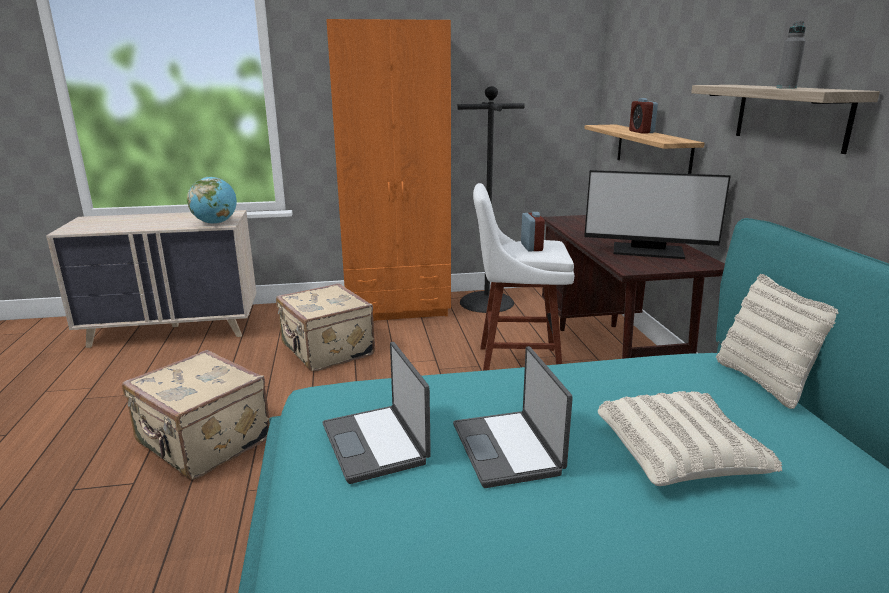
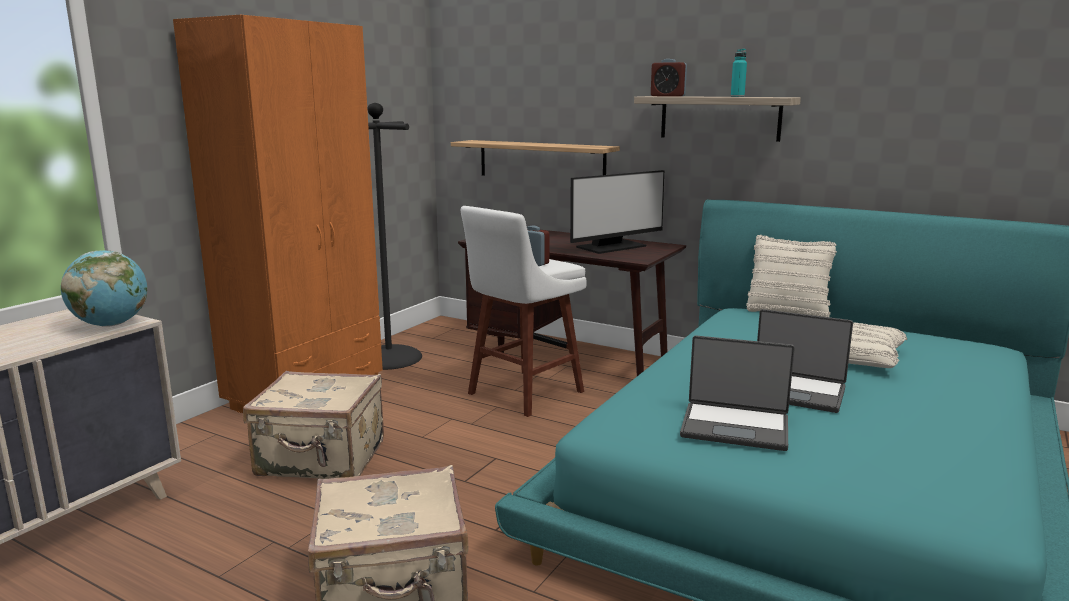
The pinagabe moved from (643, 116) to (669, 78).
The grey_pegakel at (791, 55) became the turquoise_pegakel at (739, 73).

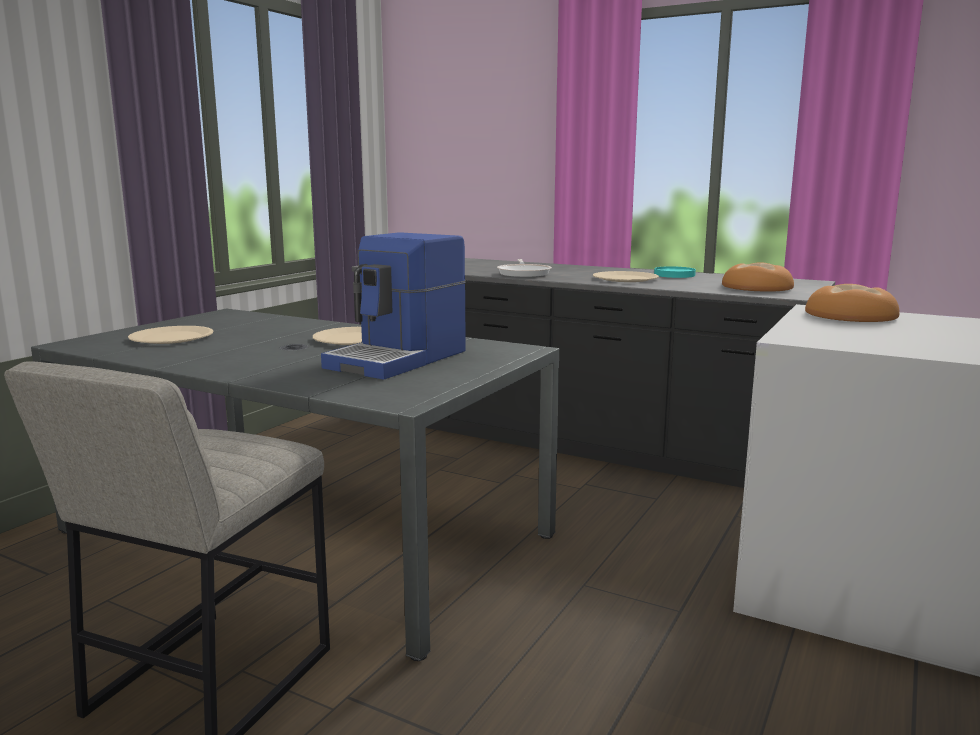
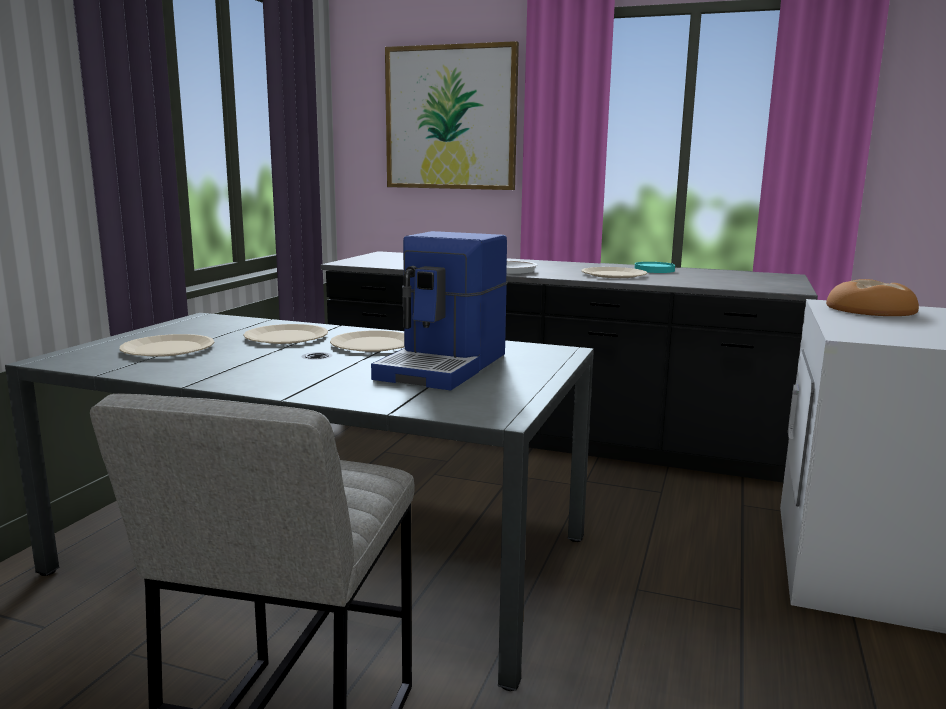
The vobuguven at (758, 277) disappeared.
The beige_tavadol at (286, 334) appeared.
The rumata at (452, 115) appeared.

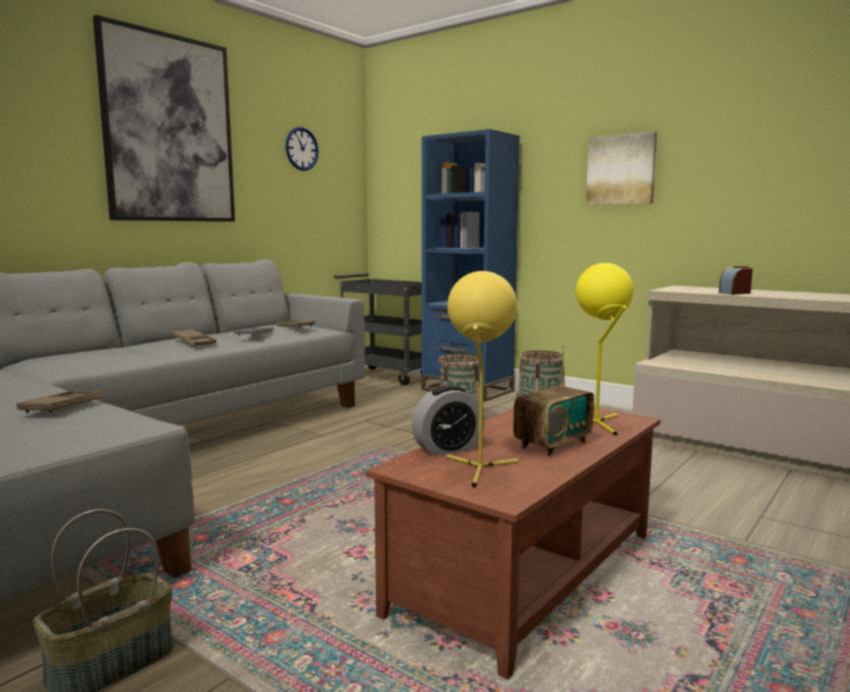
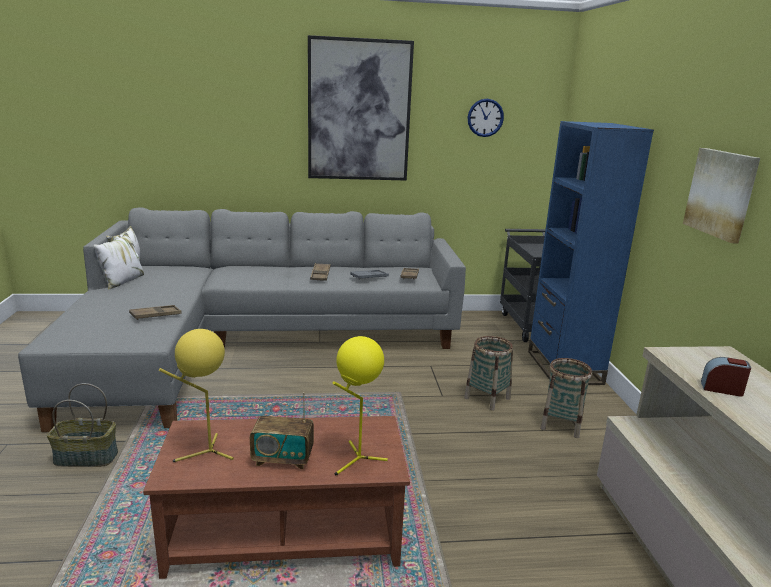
The pinagabe at (448, 420) disappeared.

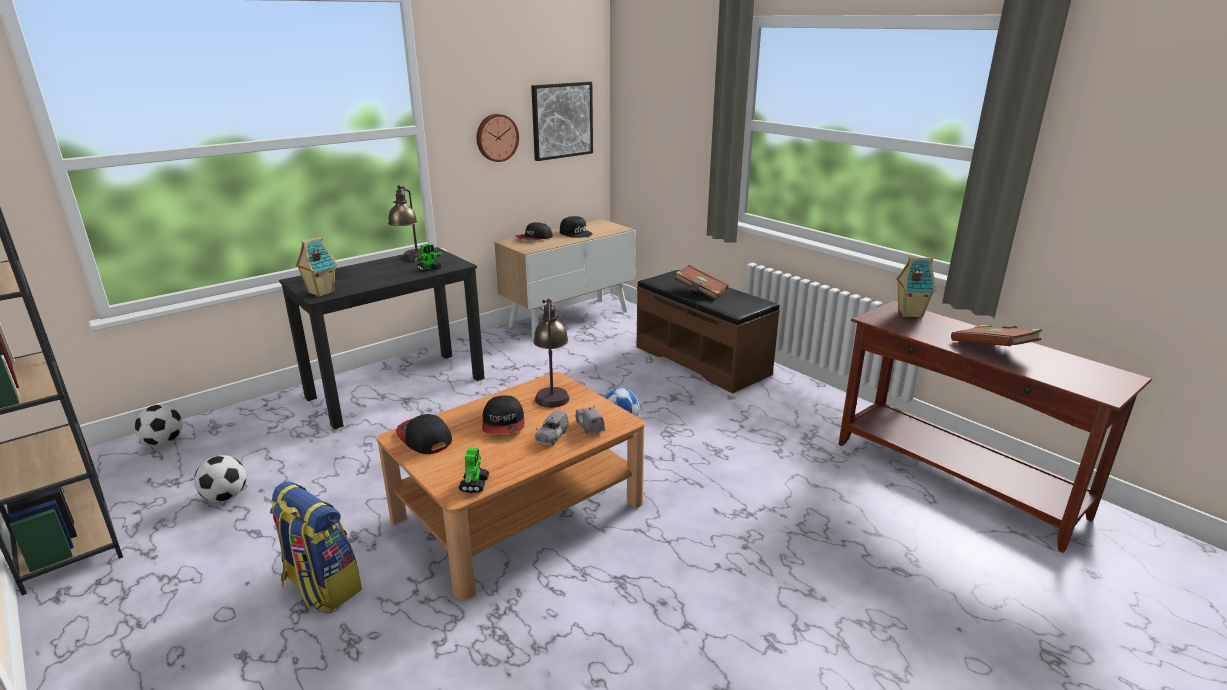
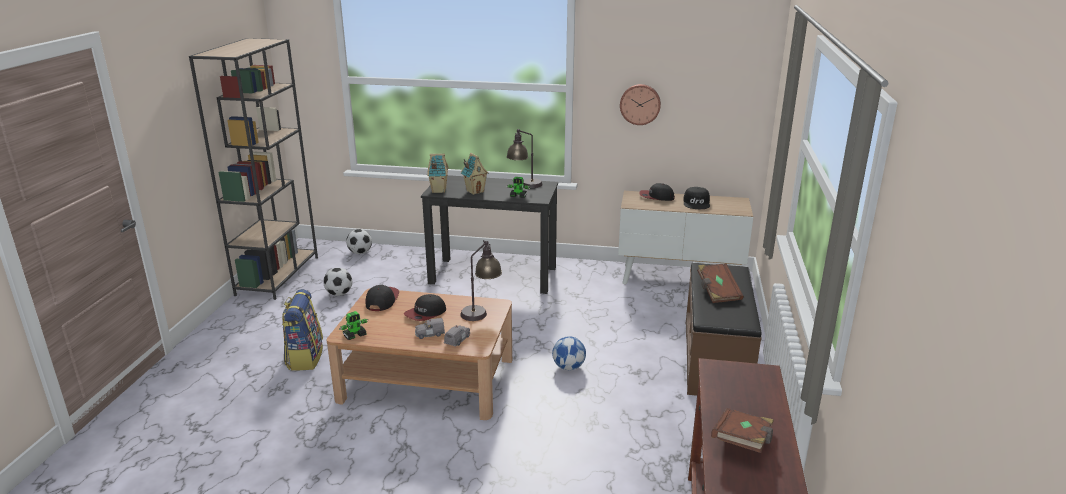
The rumata at (562, 121) disappeared.
The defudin moved from (916, 287) to (475, 174).

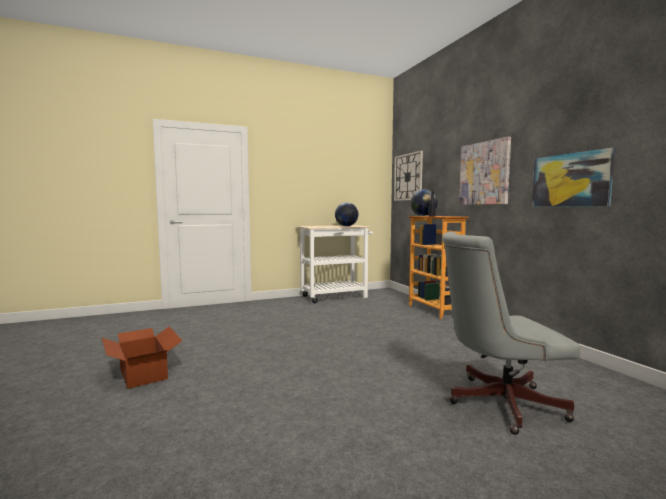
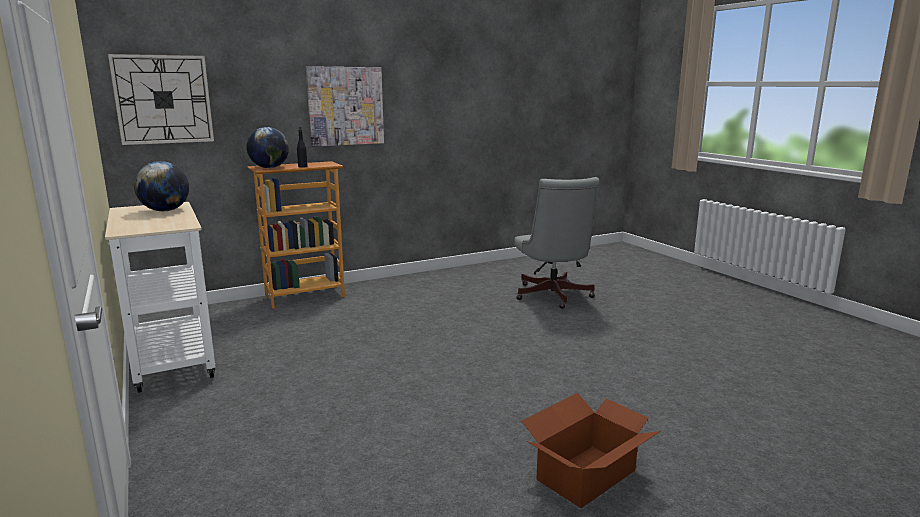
The rumata at (573, 177) disappeared.

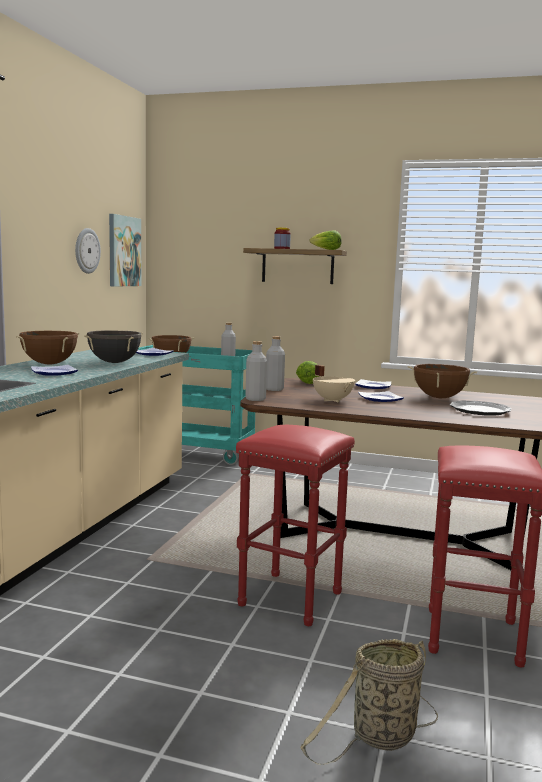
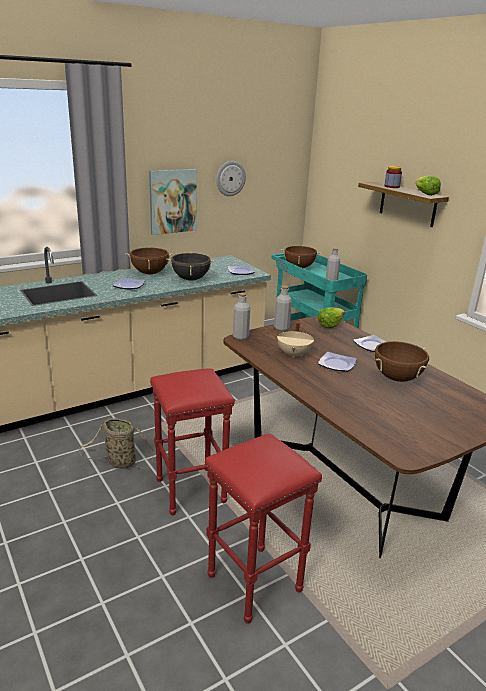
The rumata moved from (125, 250) to (173, 202).
The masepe moved from (369, 702) to (116, 443).
The tavadol at (481, 408) disappeared.

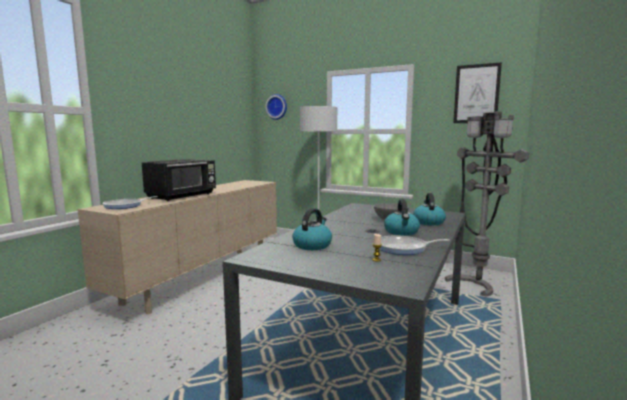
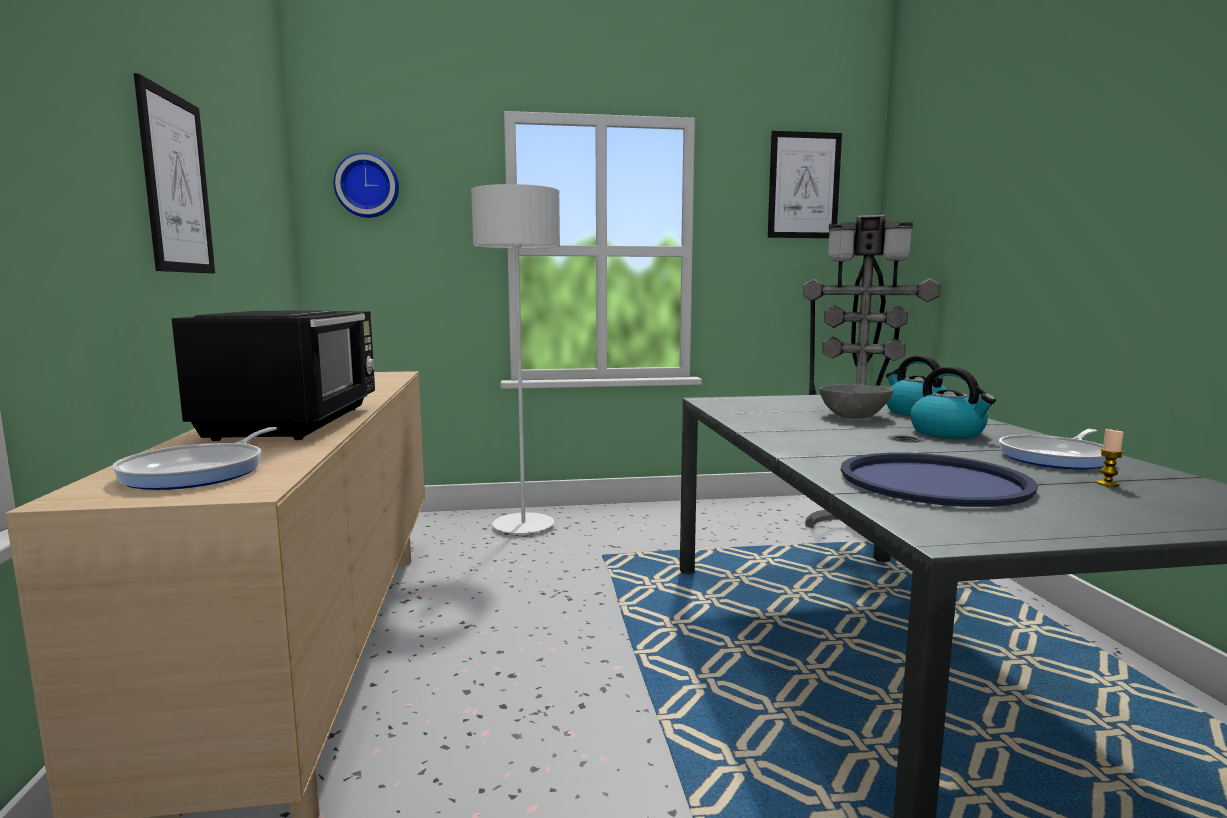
The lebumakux at (312, 229) was replaced by the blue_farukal at (939, 480).
The rumata at (174, 173) appeared.

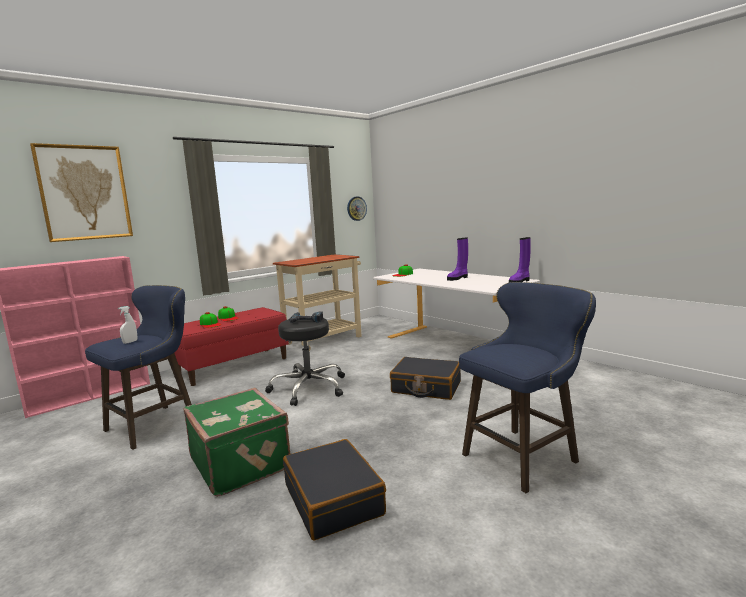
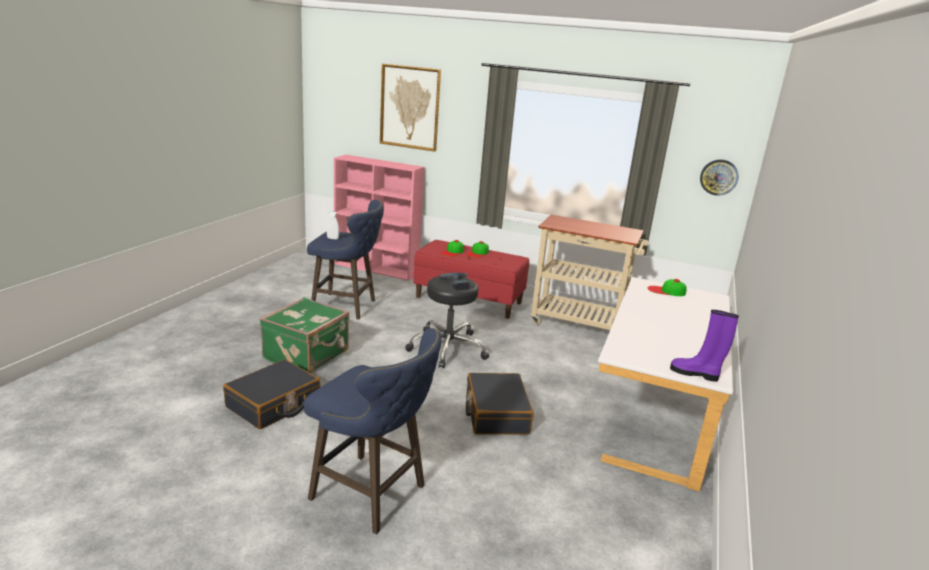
The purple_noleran at (457, 259) disappeared.

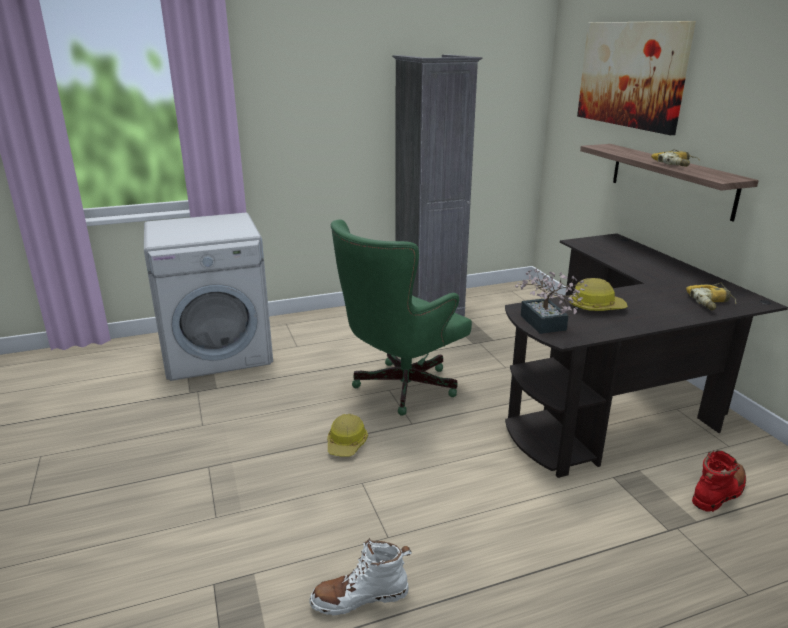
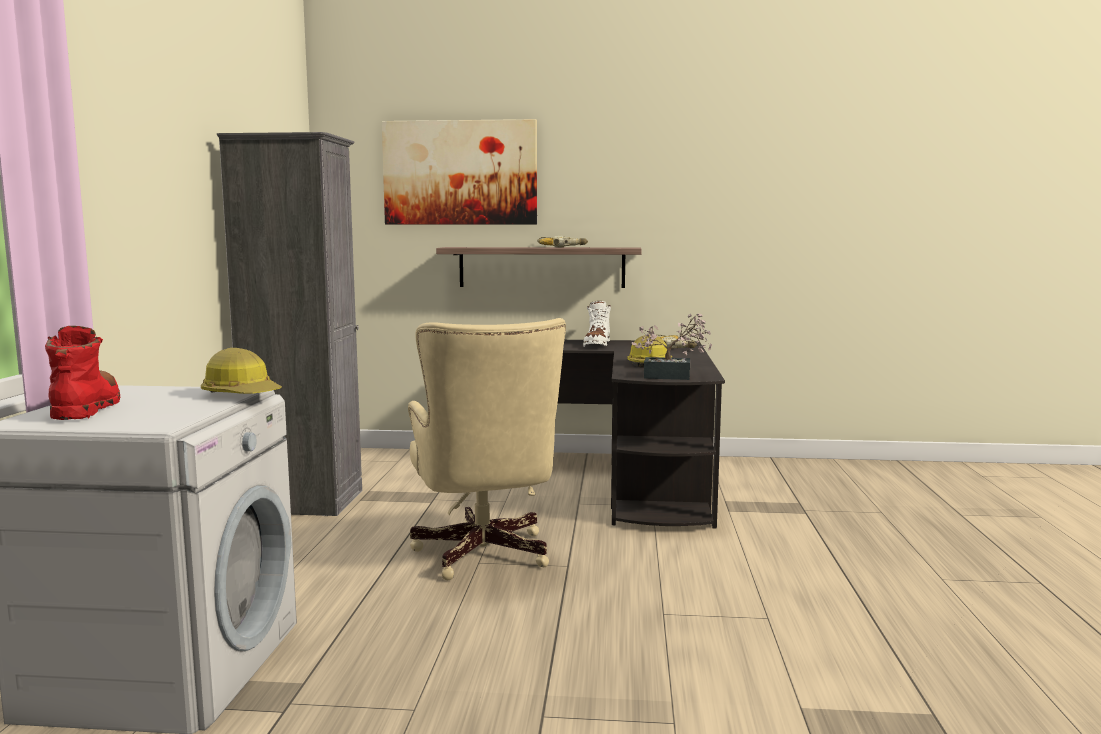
The white_noleran moved from (360, 577) to (597, 324).
The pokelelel moved from (347, 435) to (241, 371).
The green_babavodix at (401, 317) became the beige_babavodix at (487, 449).
The red_noleran moved from (719, 481) to (83, 373).

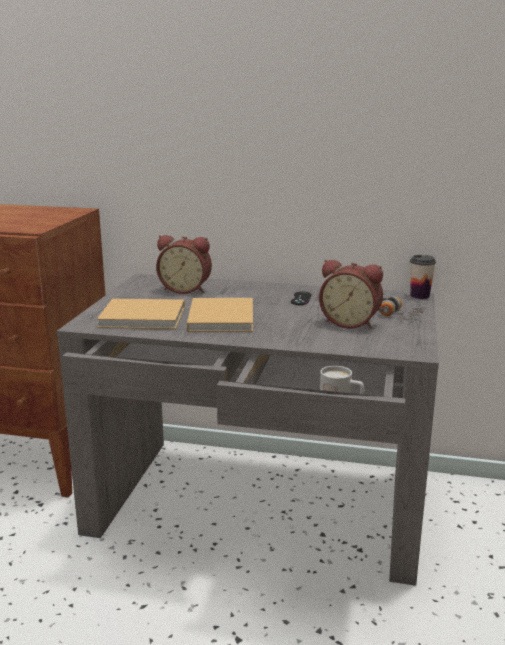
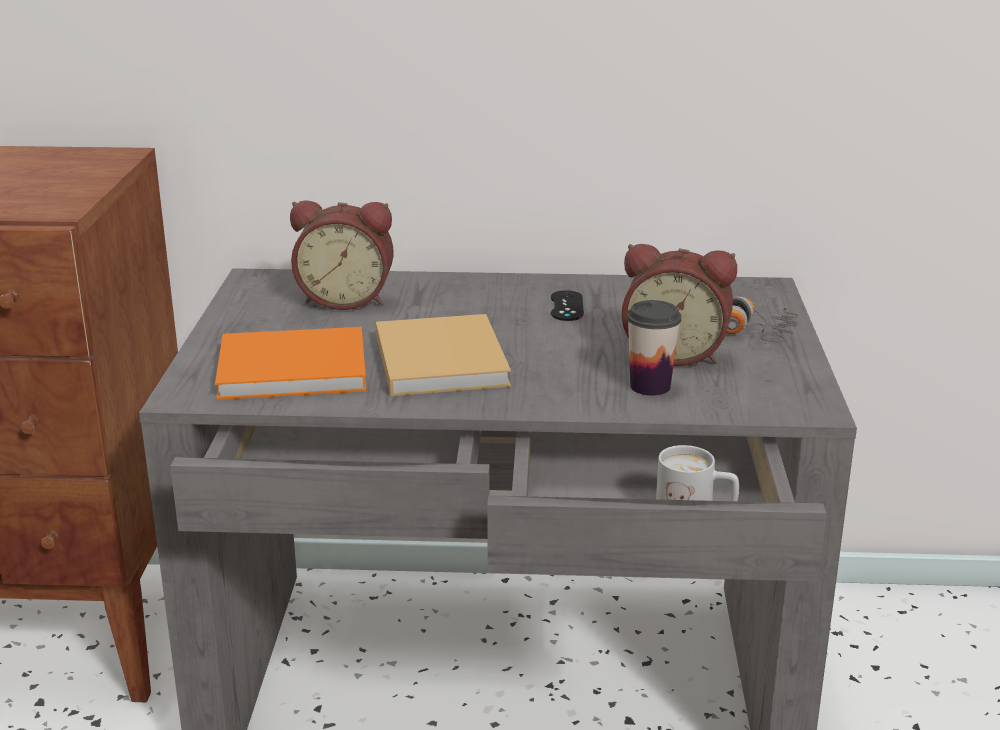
The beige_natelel at (141, 314) became the orange_natelel at (290, 363).
The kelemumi moved from (423, 277) to (654, 348).

